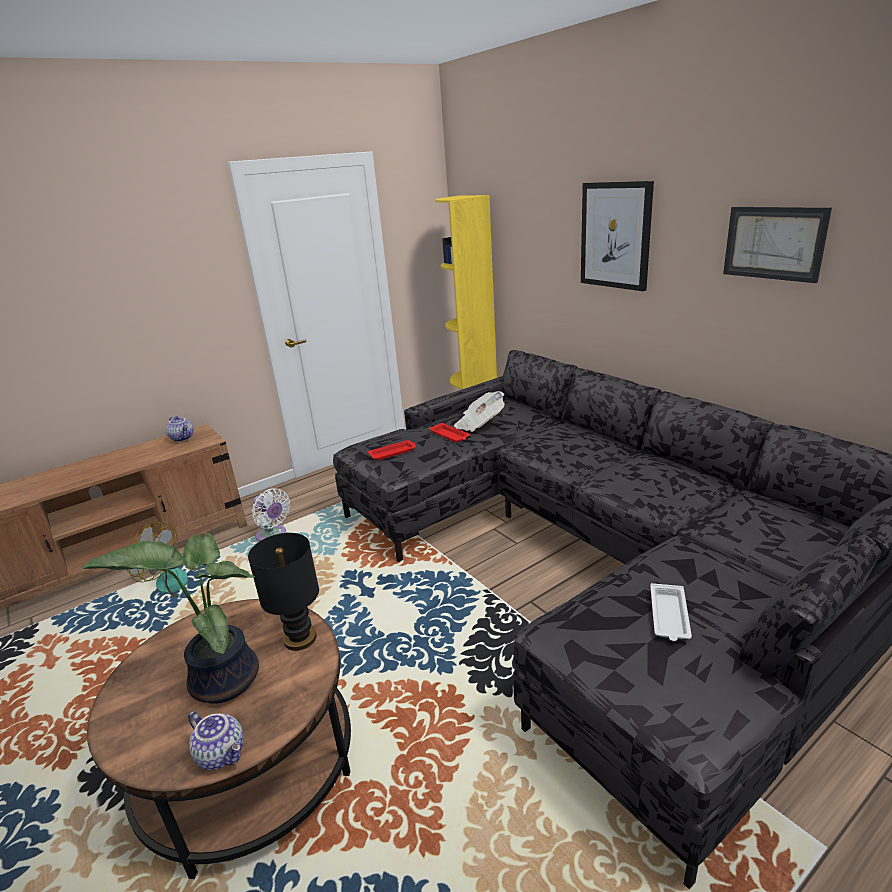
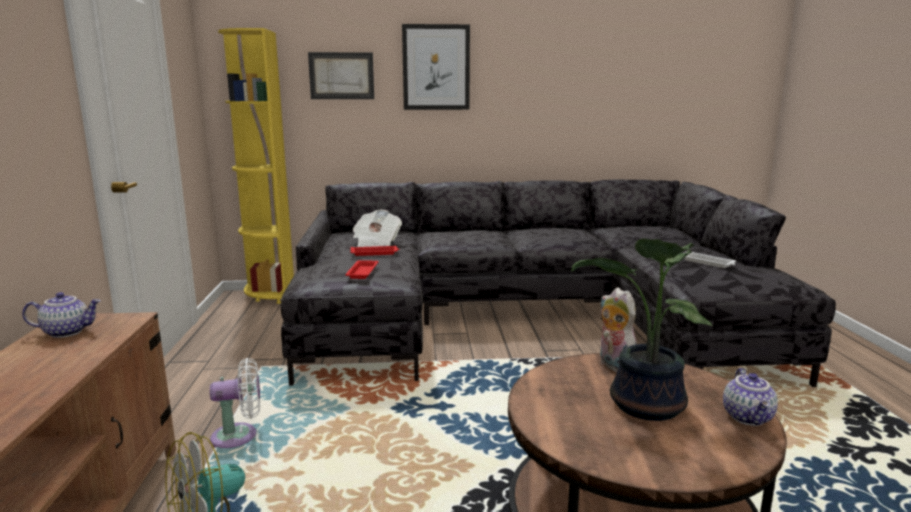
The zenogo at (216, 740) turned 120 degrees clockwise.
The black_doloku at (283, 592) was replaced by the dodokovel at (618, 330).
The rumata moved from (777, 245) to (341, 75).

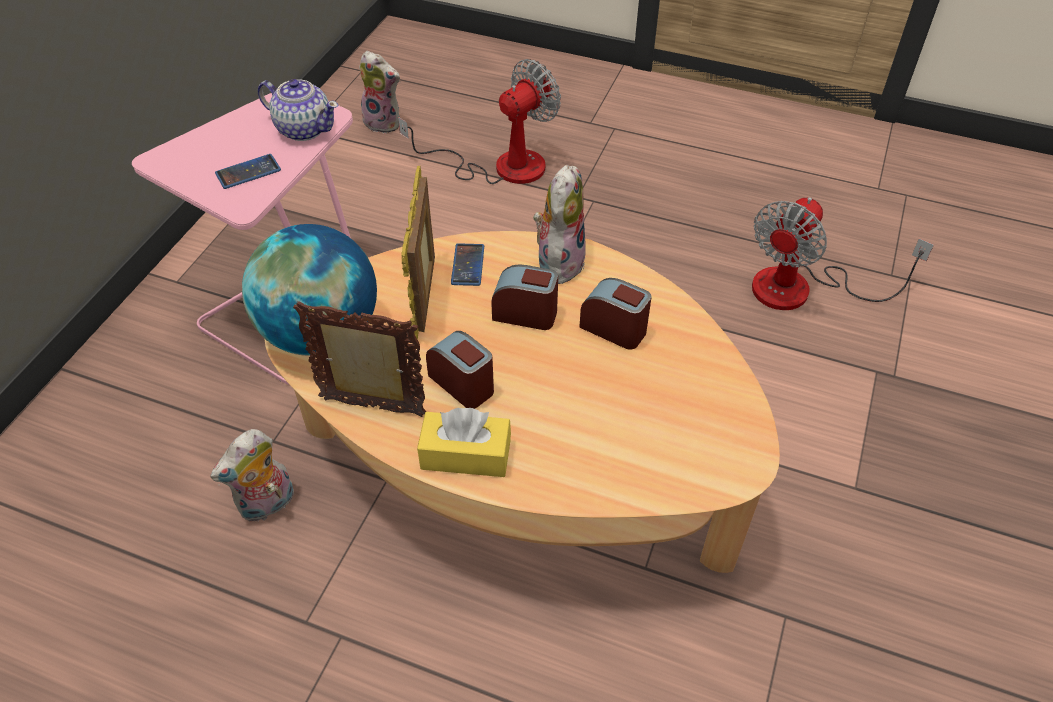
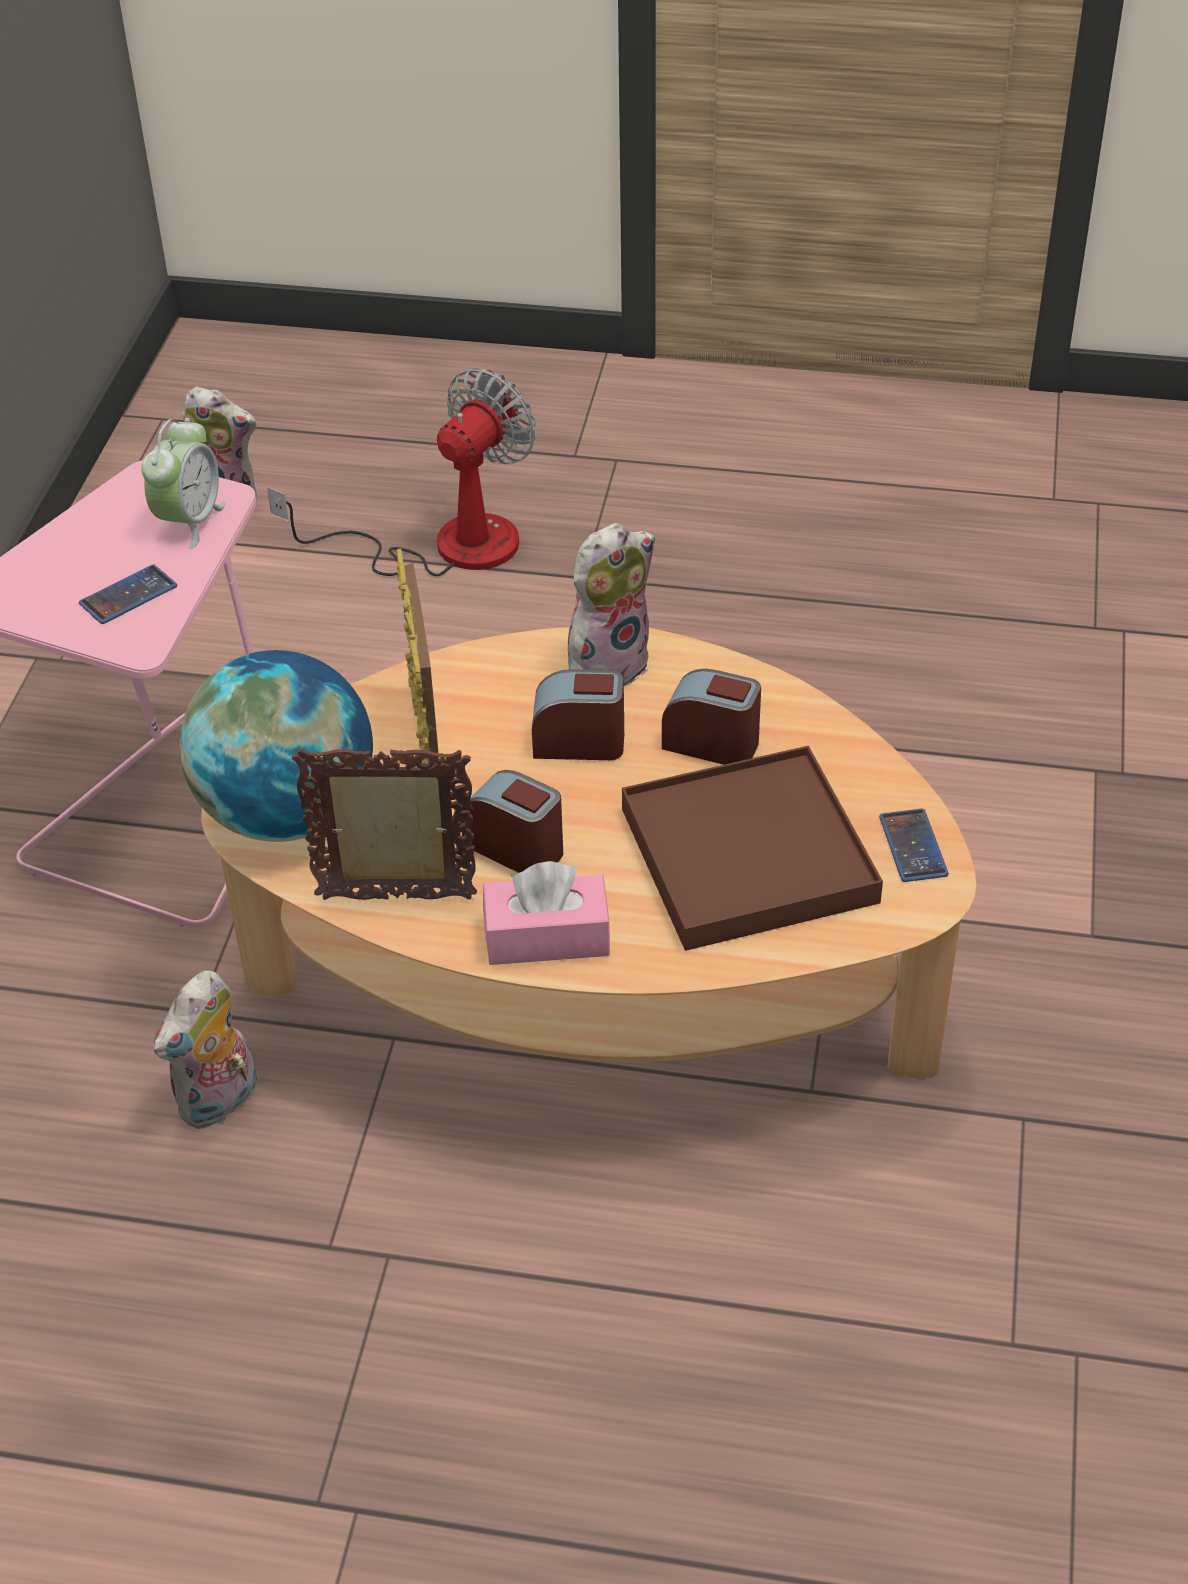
The zenogo at (298, 110) was replaced by the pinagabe at (183, 483).
The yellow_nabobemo at (464, 442) became the pink_nabobemo at (546, 913).
The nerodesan moved from (467, 264) to (914, 845).
The dodokovel at (559, 226) turned 45 degrees clockwise.
The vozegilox at (843, 253) disappeared.
The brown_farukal at (752, 848) appeared.

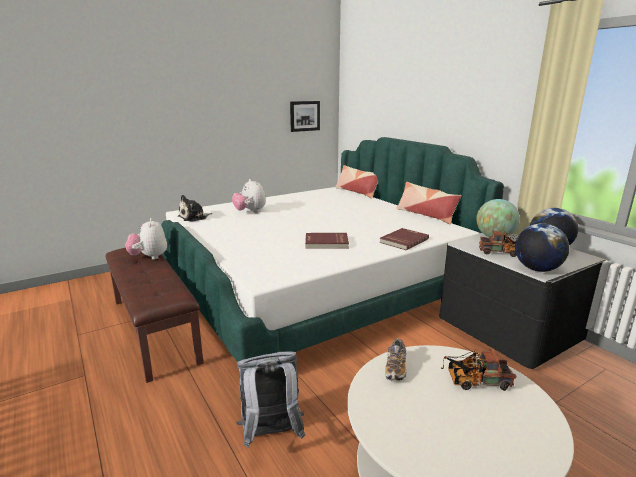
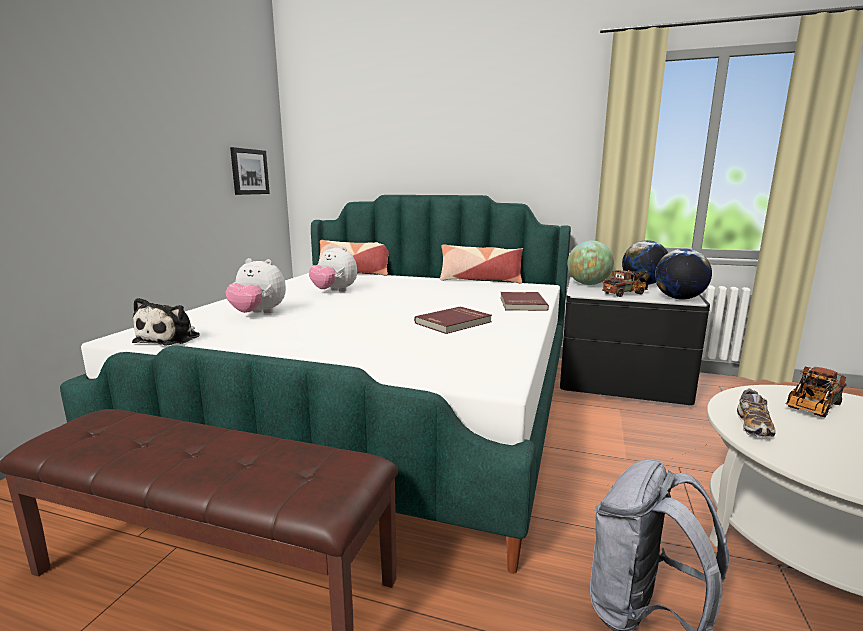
The dodokovel moved from (146, 239) to (333, 268).
The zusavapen at (395, 359) turned 45 degrees clockwise.

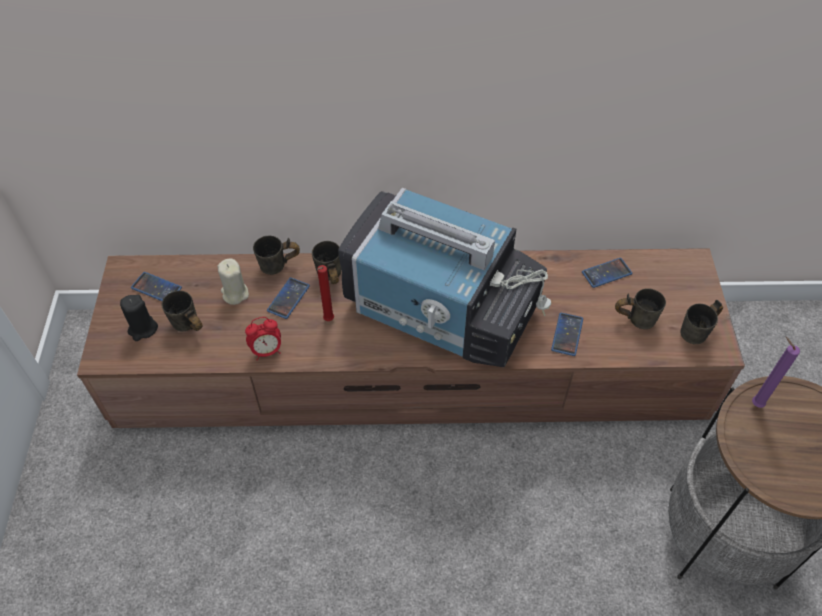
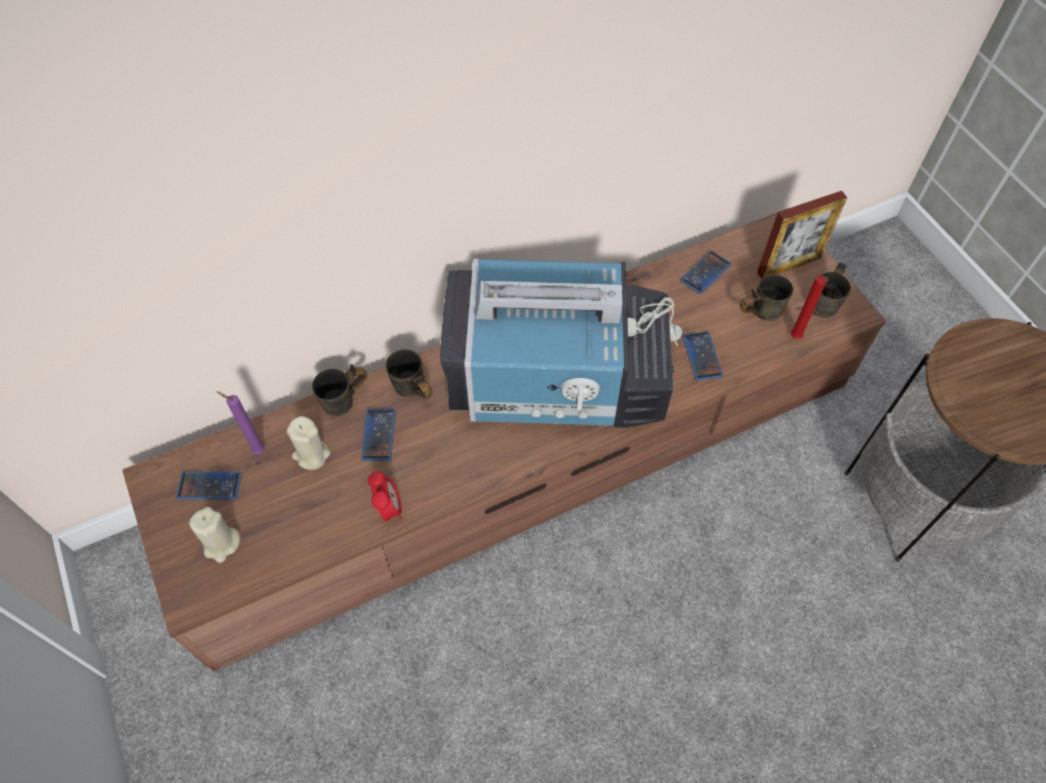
The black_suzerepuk at (139, 318) became the beige_suzerepuk at (214, 535).
The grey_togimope at (182, 310) disappeared.
The pinagabe at (263, 339) turned 60 degrees counterclockwise.
The red_suzerepuk moved from (325, 293) to (809, 307).
The purple_suzerepuk moved from (776, 372) to (241, 422).
The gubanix at (802, 235) appeared.

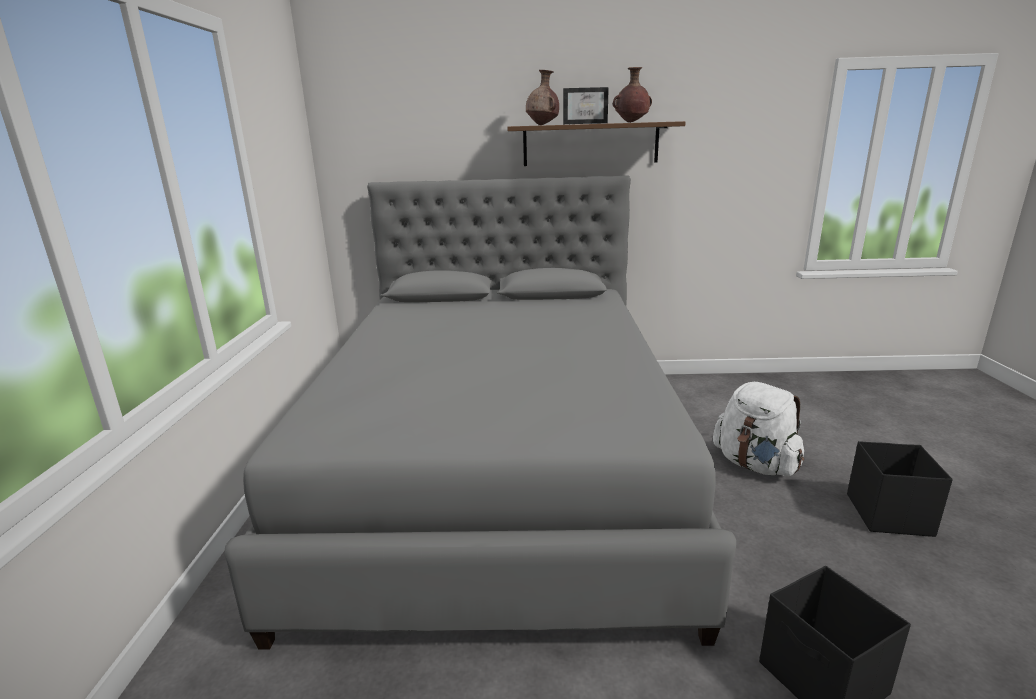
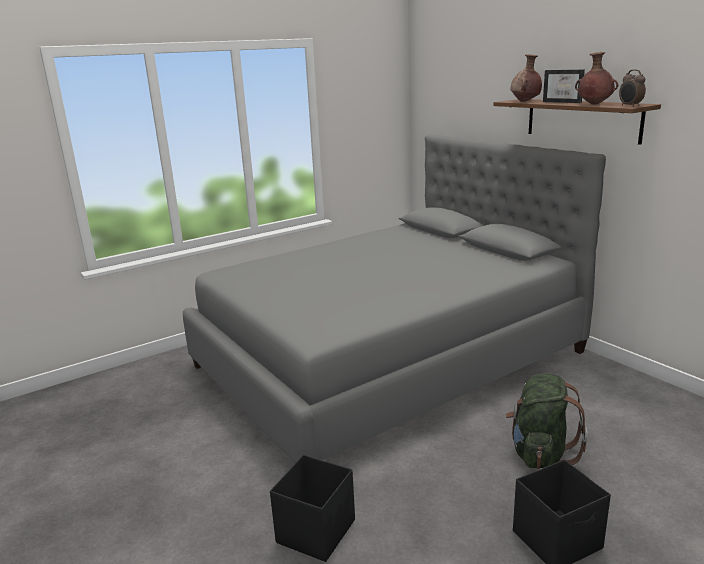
The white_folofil at (758, 429) became the green_folofil at (547, 421).
The pinagabe at (632, 88) appeared.

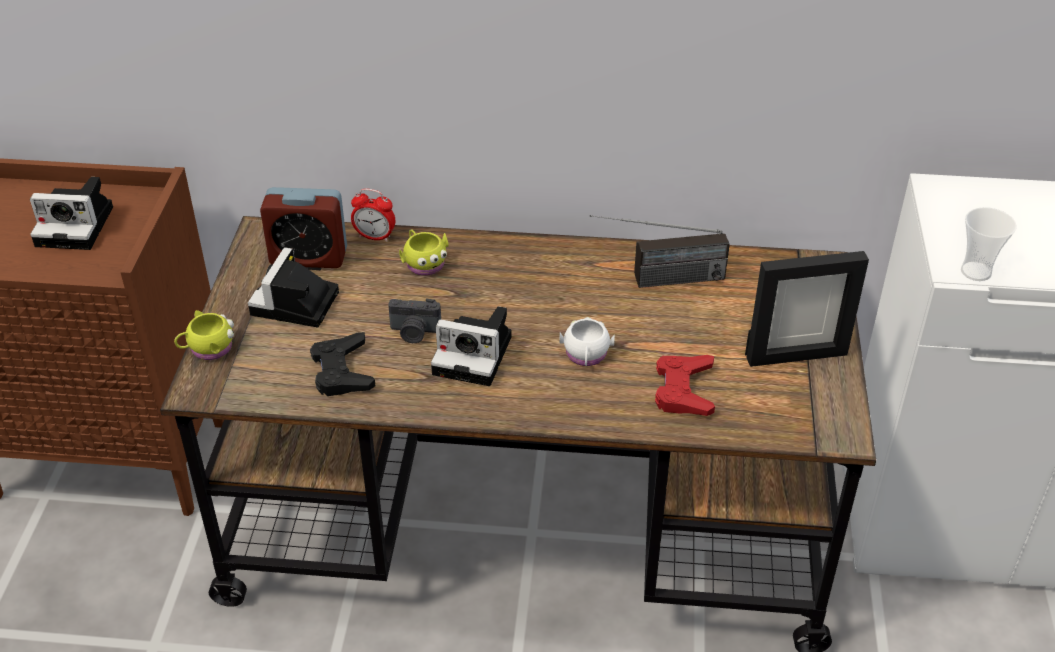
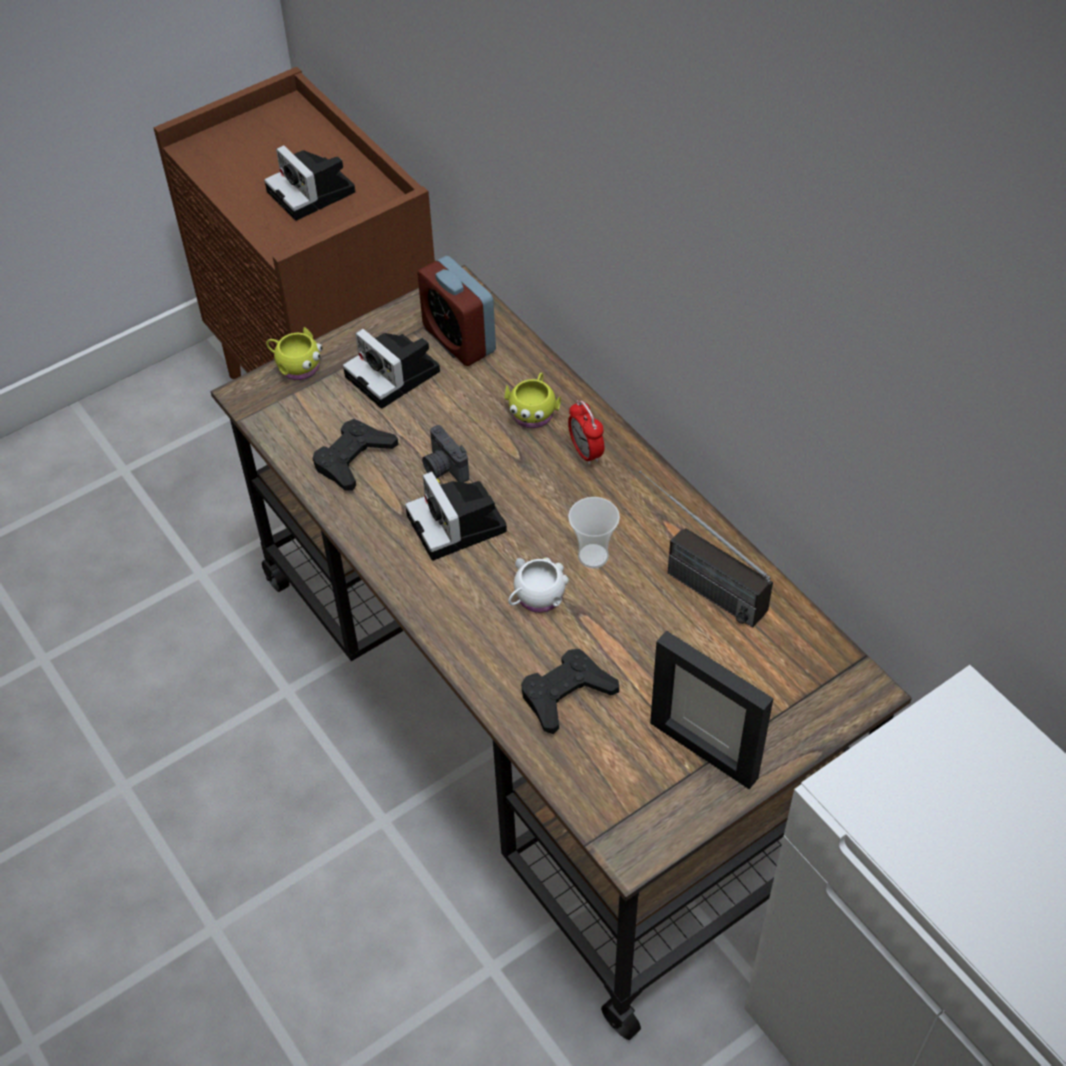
The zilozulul at (293, 287) turned 105 degrees counterclockwise.
The pinagabe moved from (373, 215) to (586, 432).
The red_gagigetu at (685, 385) became the black_gagigetu at (570, 691).
The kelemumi moved from (989, 244) to (594, 532).

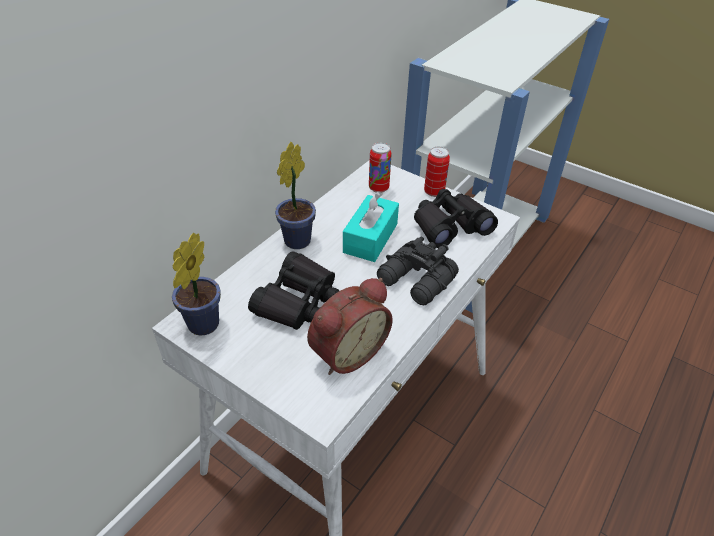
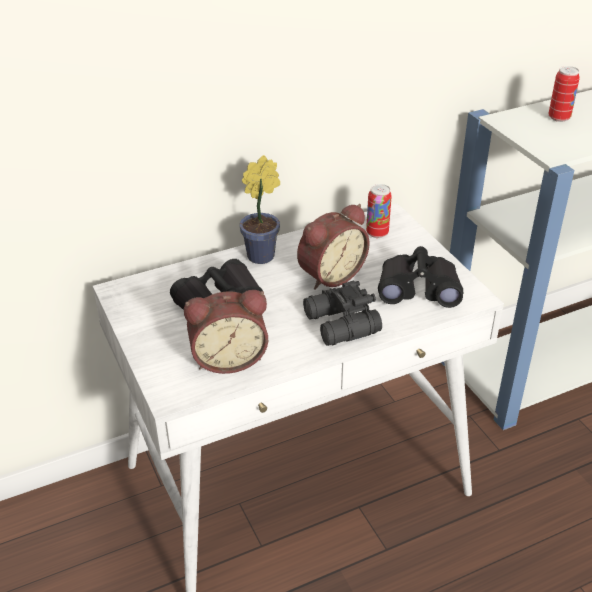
The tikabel at (196, 284) disappeared.
The turquoise_nabobemo at (371, 226) was replaced by the pinagabe at (333, 247).
The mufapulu moved from (437, 171) to (564, 94).

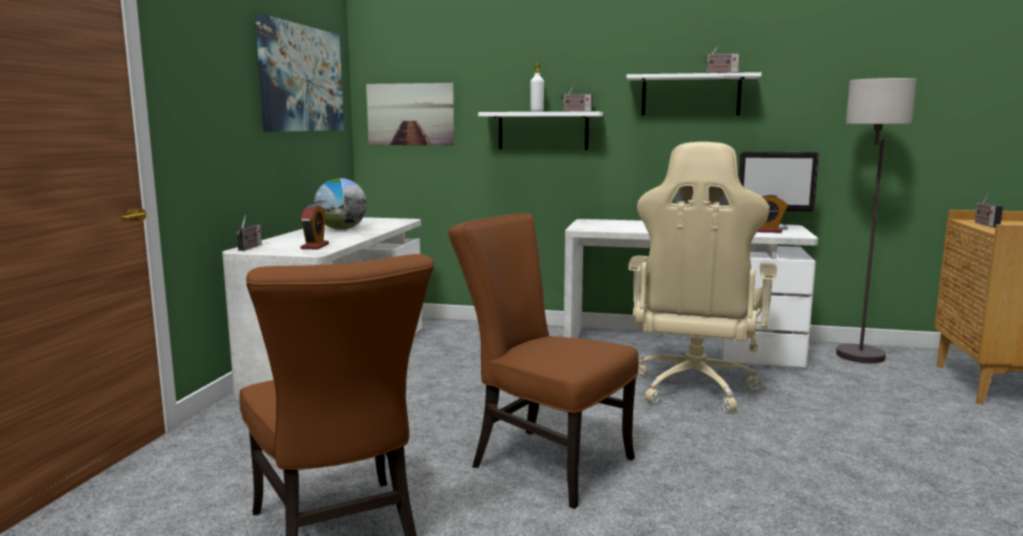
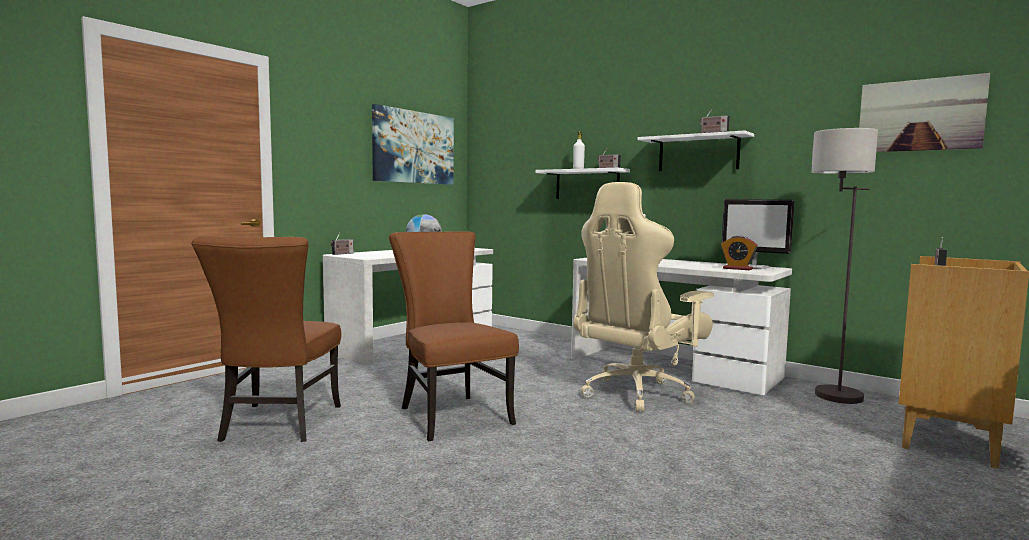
The pinagabe at (315, 226) disappeared.
The rumata moved from (410, 114) to (924, 112).

